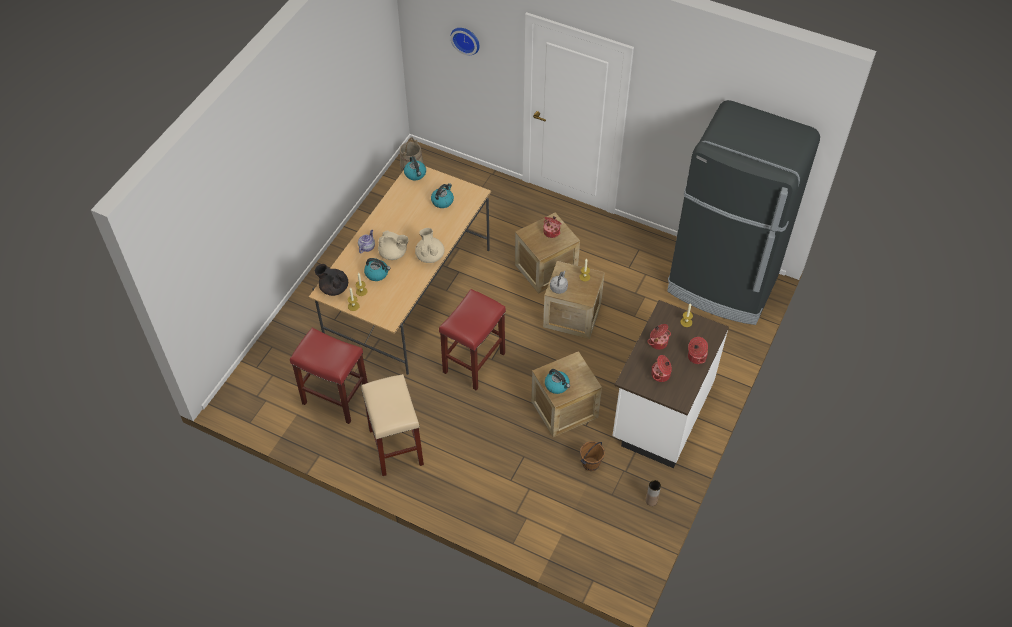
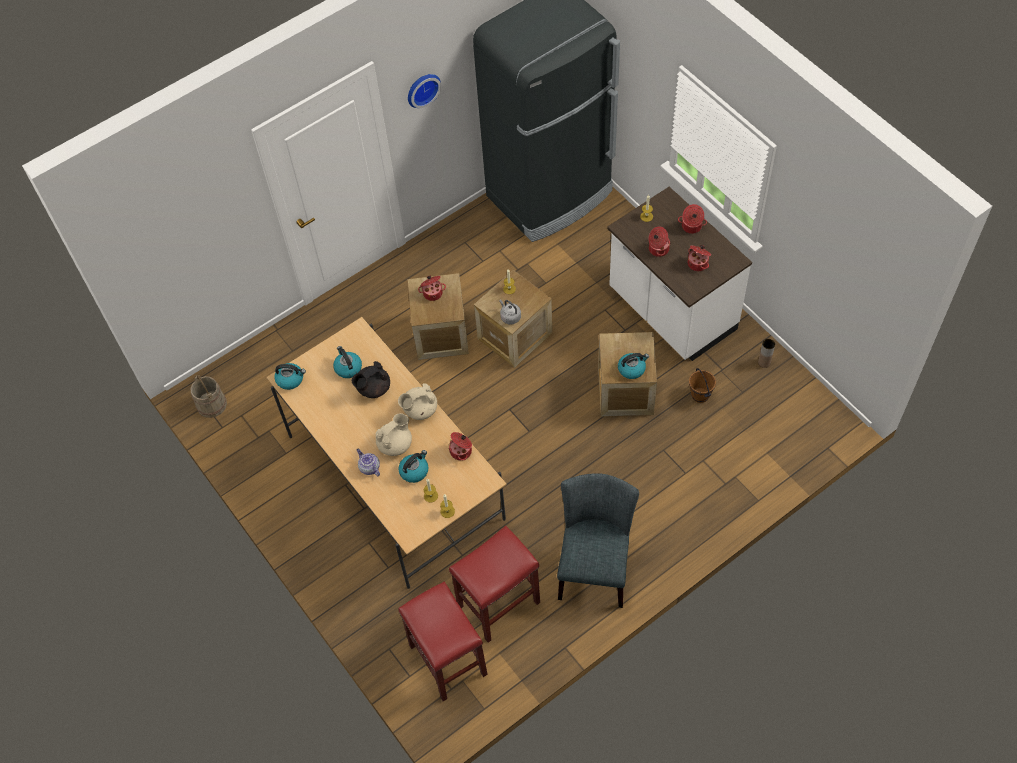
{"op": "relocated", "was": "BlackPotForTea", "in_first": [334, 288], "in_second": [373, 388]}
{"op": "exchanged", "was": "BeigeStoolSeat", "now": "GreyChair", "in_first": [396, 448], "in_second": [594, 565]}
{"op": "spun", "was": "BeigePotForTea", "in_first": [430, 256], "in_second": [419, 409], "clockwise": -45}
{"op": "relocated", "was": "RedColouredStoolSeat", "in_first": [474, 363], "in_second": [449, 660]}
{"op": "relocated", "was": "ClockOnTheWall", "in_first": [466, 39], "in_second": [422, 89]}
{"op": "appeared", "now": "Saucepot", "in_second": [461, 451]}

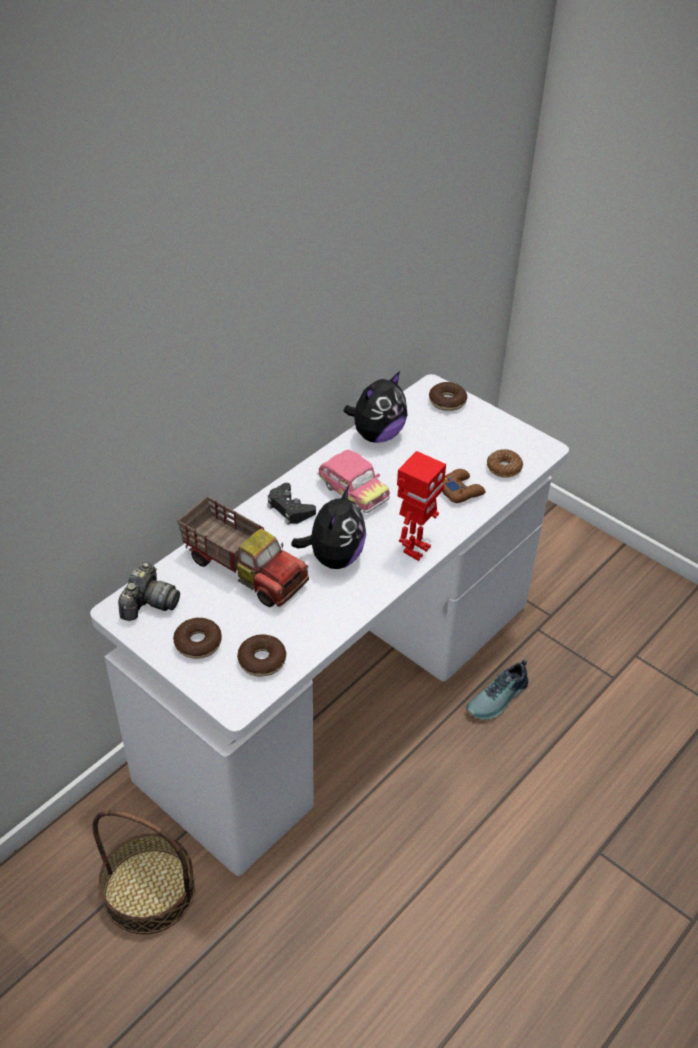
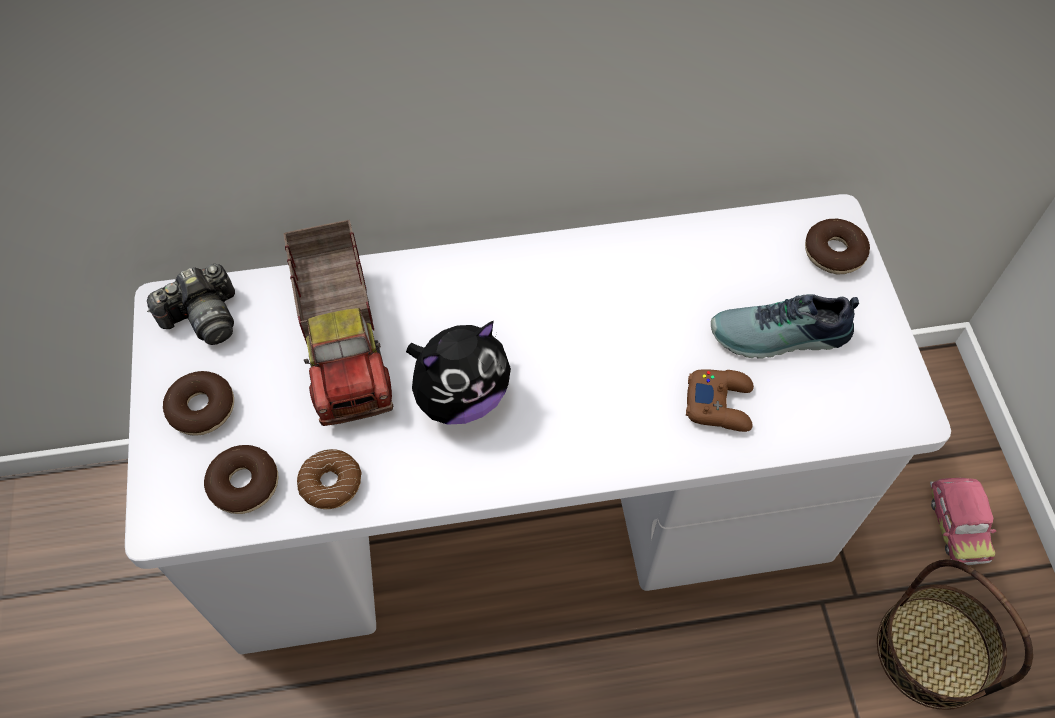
{"op": "relocated", "was": "StorageBasket", "in_first": [149, 890], "in_second": [933, 651]}
{"op": "missing", "was": "BlackGameController", "in_first": [290, 509]}
{"op": "relocated", "was": "ModelCar", "in_first": [352, 491], "in_second": [956, 525]}
{"op": "missing", "was": "CuddlyToy", "in_first": [377, 435]}
{"op": "missing", "was": "RobotFigure", "in_first": [415, 549]}
{"op": "relocated", "was": "ItemOfFootwear", "in_first": [499, 699], "in_second": [780, 337]}
{"op": "relocated", "was": "Doughnut", "in_first": [504, 468], "in_second": [331, 483]}

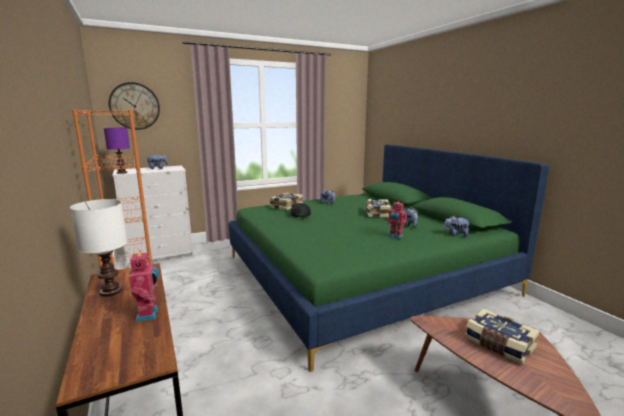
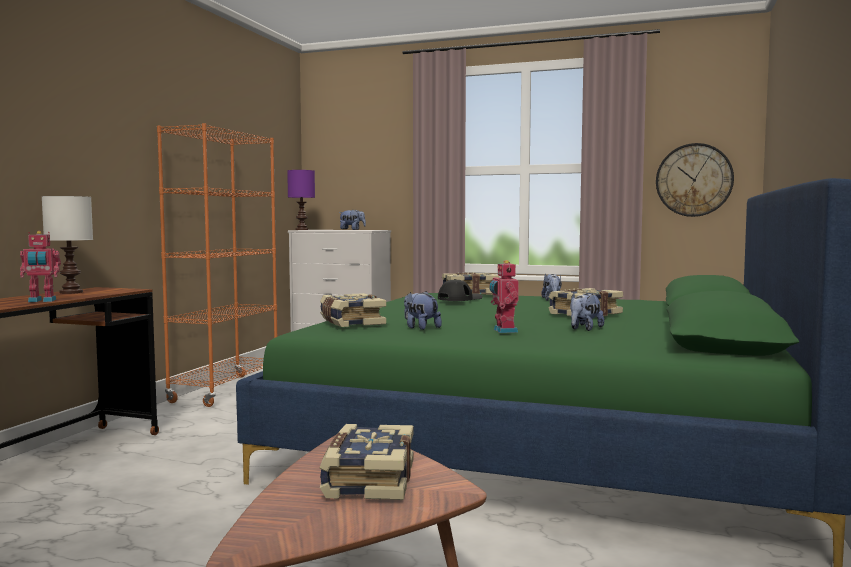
{"op": "relocated", "was": "ClockOnTheWall", "in_first": [134, 106], "in_second": [694, 180]}
{"op": "spun", "was": "RobotFigure", "in_first": [149, 314], "in_second": [42, 301], "clockwise": 45}
{"op": "relocated", "was": "CuddlyToy", "in_first": [455, 235], "in_second": [420, 328]}
{"op": "appeared", "now": "Volume", "in_second": [350, 322]}

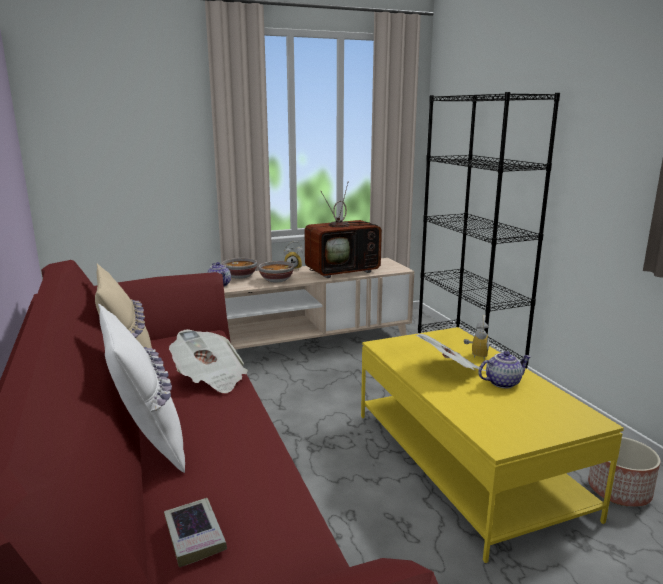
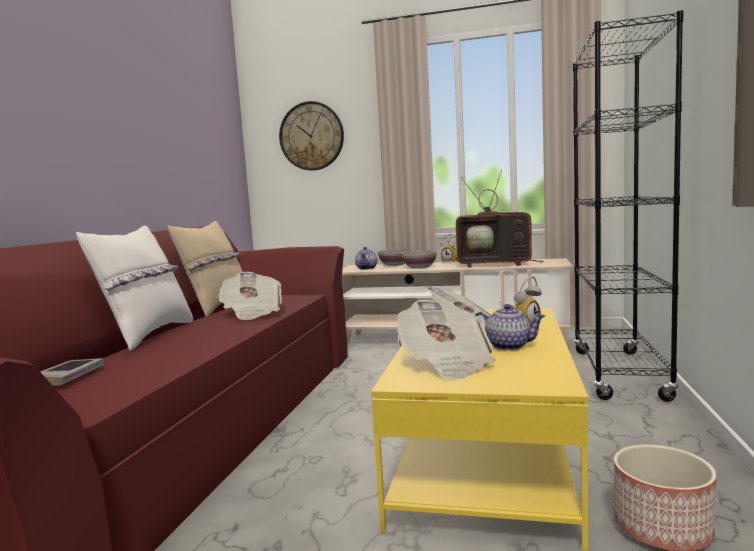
{"op": "appeared", "now": "ClockOnTheWall", "in_second": [311, 136]}
{"op": "appeared", "now": "Newspaper", "in_second": [446, 364]}

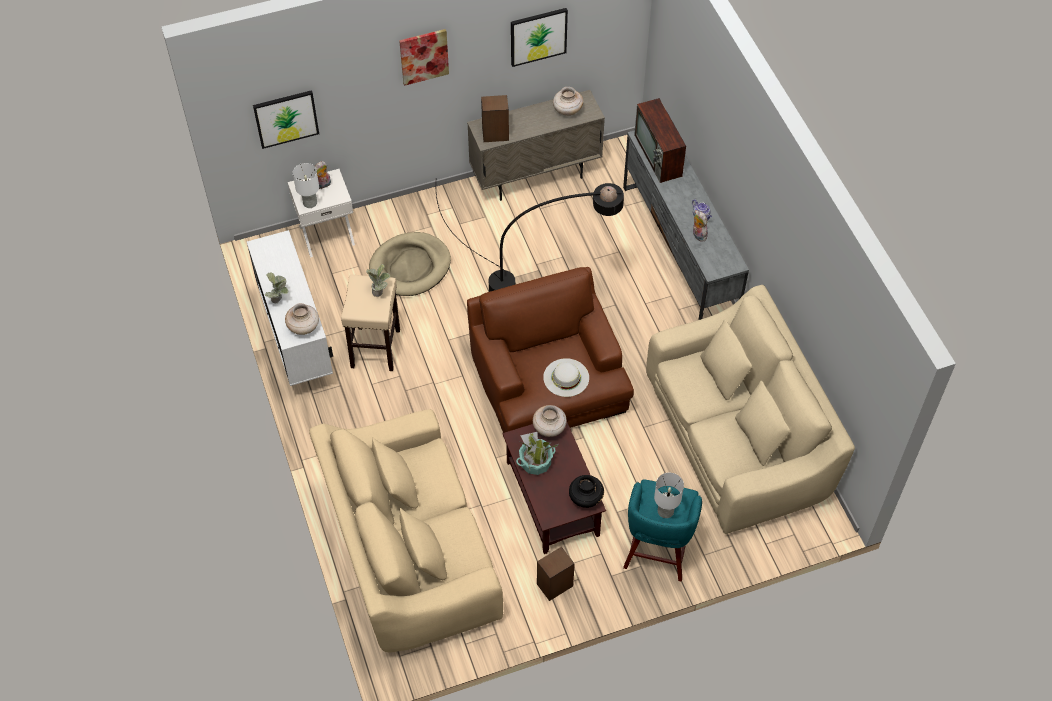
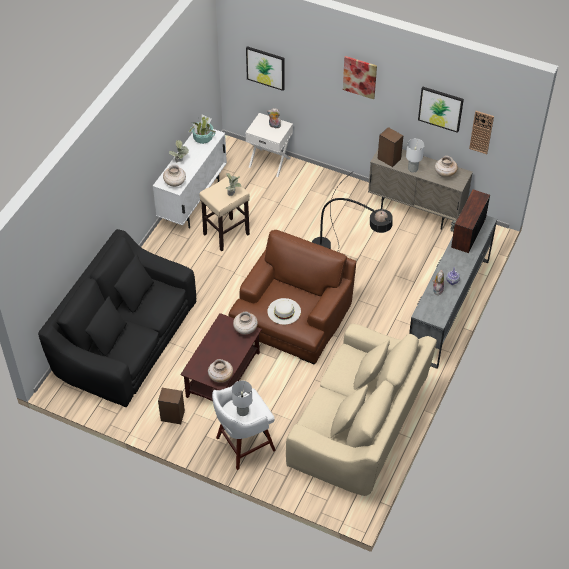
{"op": "relocated", "was": "WhiteColouredLampForATable", "in_first": [309, 203], "in_second": [412, 168]}
{"op": "colour", "was": "BeigeCouch", "now": "BlackCouch", "in_first": [410, 551], "in_second": [125, 341]}
{"op": "missing", "was": "BeigeDogCushion", "in_first": [410, 267]}
{"op": "relocated", "was": "PottedPlant", "in_first": [535, 462], "in_second": [203, 137]}
{"op": "colour", "was": "BlackDecorativeVase", "now": "BeigeDecorativeVase", "in_first": [585, 498], "in_second": [220, 377]}
{"op": "colour", "was": "BlueGreenStoolSeat", "now": "WhiteColouredStoolSeat", "in_first": [657, 551], "in_second": [243, 444]}
{"op": "appeared", "now": "ClockOnTheWall", "in_second": [481, 132]}

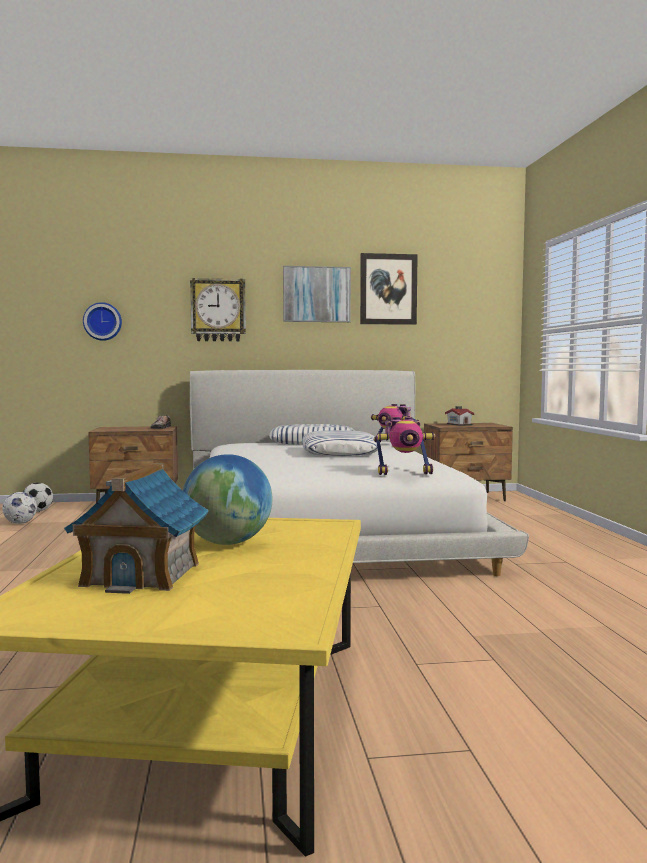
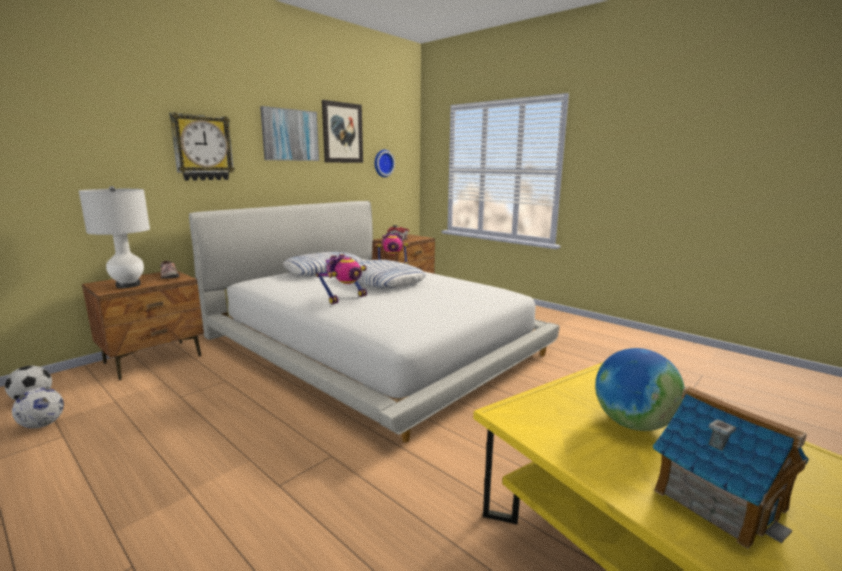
{"op": "relocated", "was": "ClockOnTheWall", "in_first": [103, 321], "in_second": [383, 163]}
{"op": "relocated", "was": "RobotFigure", "in_first": [404, 473], "in_second": [345, 298]}
{"op": "appeared", "now": "WhiteColouredLampForATable", "in_second": [128, 285]}

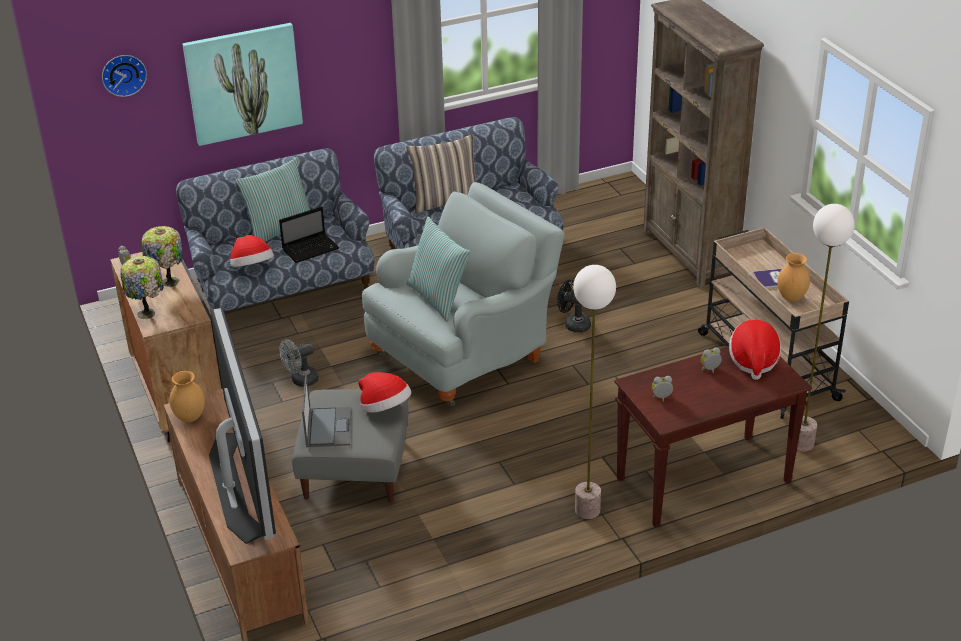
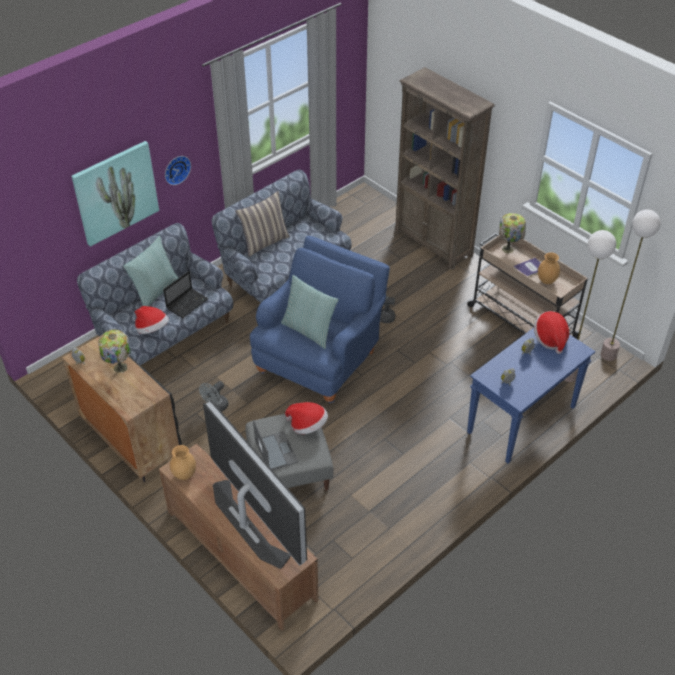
{"op": "relocated", "was": "ClockOnTheWall", "in_first": [123, 74], "in_second": [176, 169]}
{"op": "relocated", "was": "LampForATable", "in_first": [148, 314], "in_second": [508, 249]}
{"op": "colour", "was": "GreyArmchair", "now": "BlueArmchair", "in_first": [464, 354], "in_second": [320, 358]}
{"op": "relocated", "was": "FloorLamp", "in_first": [587, 510], "in_second": [608, 355]}
{"op": "colour", "was": "BrownConsoleTable", "now": "BlueConsoleTable", "in_first": [702, 482], "in_second": [521, 421]}

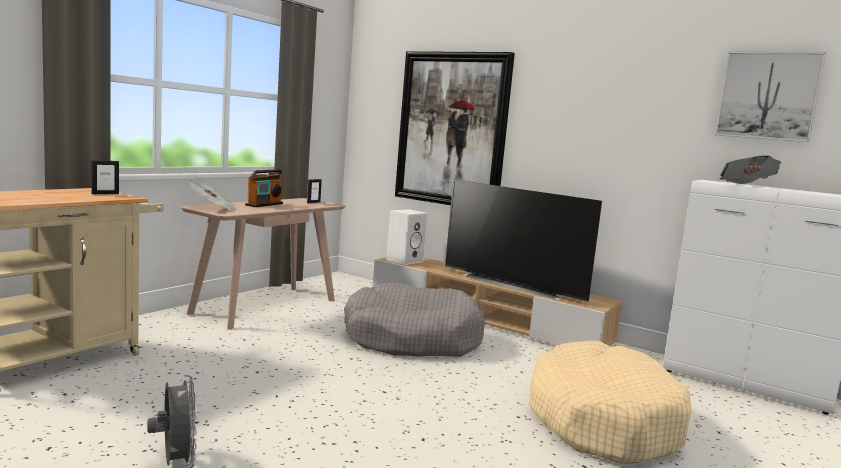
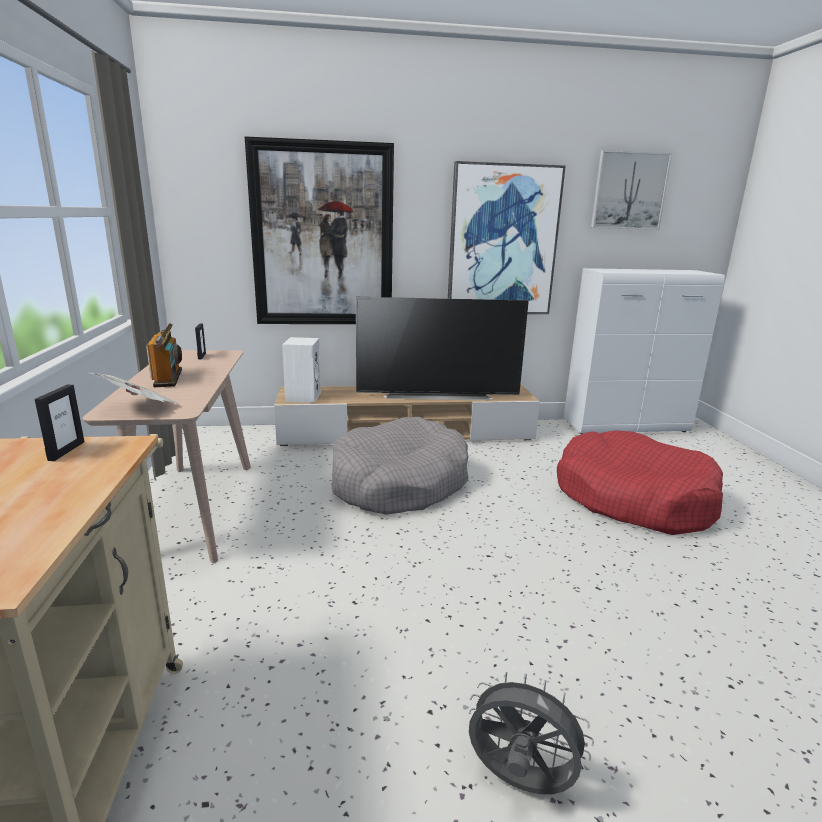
{"op": "colour", "was": "BeigeDogCushion", "now": "RedColouredDogCushion", "in_first": [602, 420], "in_second": [633, 498]}
{"op": "missing", "was": "Newspaper", "in_first": [746, 185]}
{"op": "appeared", "now": "WallPicture", "in_second": [502, 241]}

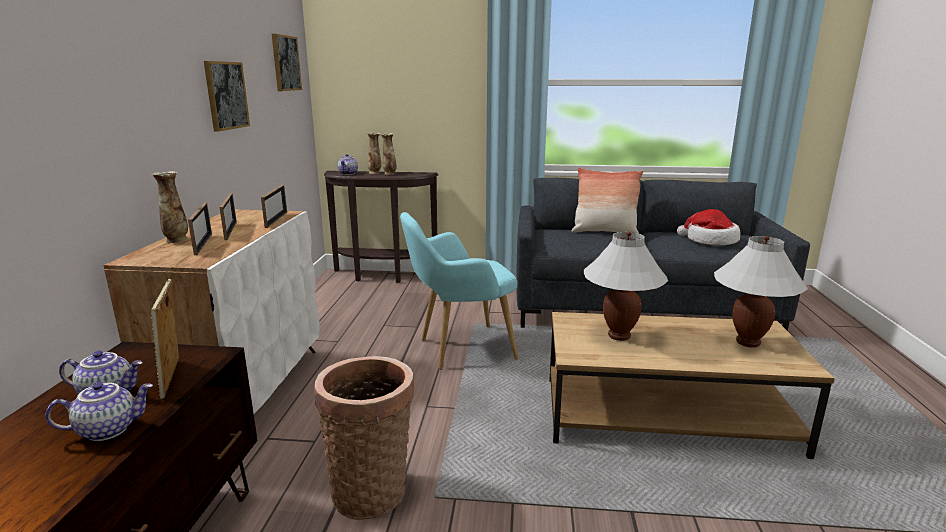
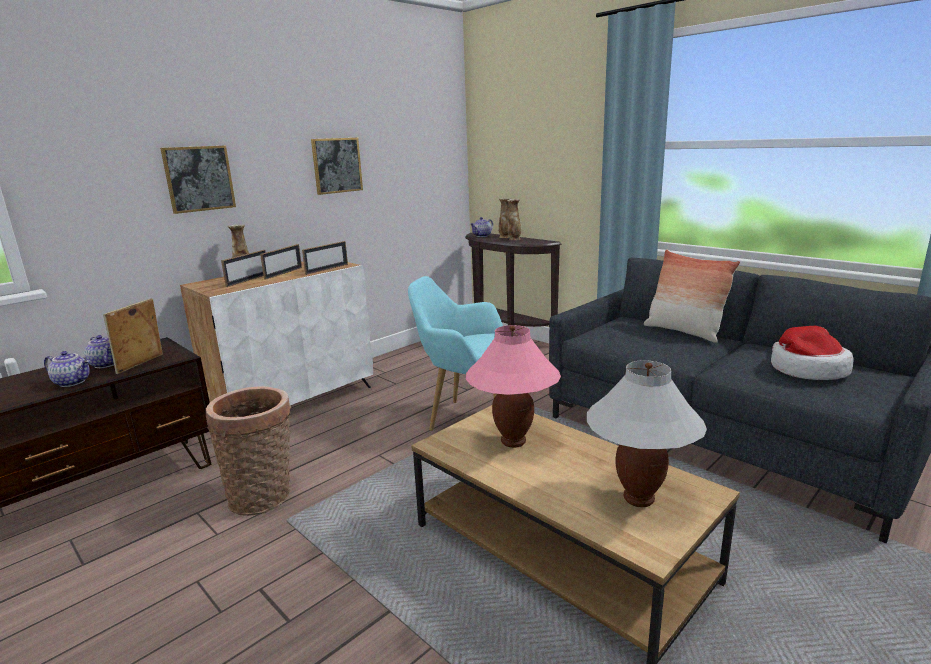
{"op": "relocated", "was": "WallPicture", "in_first": [285, 63], "in_second": [199, 178]}
{"op": "colour", "was": "WhiteColouredLampForATable", "now": "PinkishLampForATable", "in_first": [619, 336], "in_second": [513, 441]}

